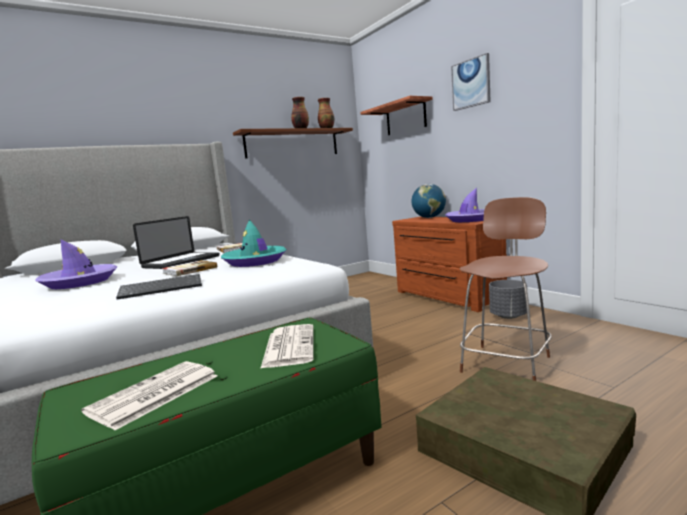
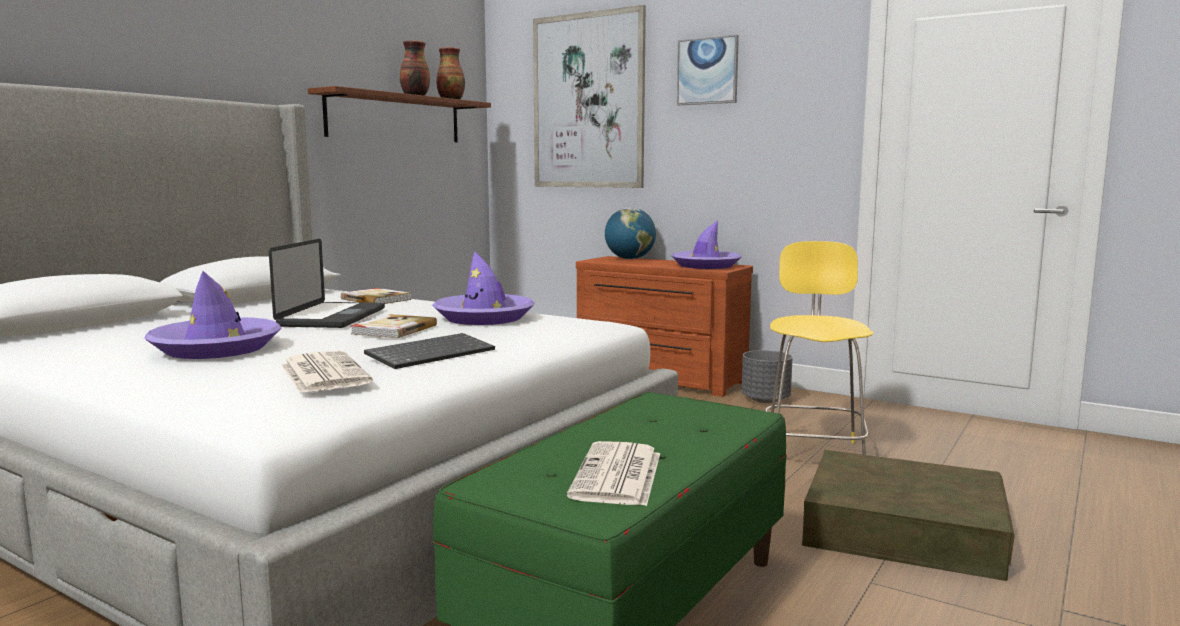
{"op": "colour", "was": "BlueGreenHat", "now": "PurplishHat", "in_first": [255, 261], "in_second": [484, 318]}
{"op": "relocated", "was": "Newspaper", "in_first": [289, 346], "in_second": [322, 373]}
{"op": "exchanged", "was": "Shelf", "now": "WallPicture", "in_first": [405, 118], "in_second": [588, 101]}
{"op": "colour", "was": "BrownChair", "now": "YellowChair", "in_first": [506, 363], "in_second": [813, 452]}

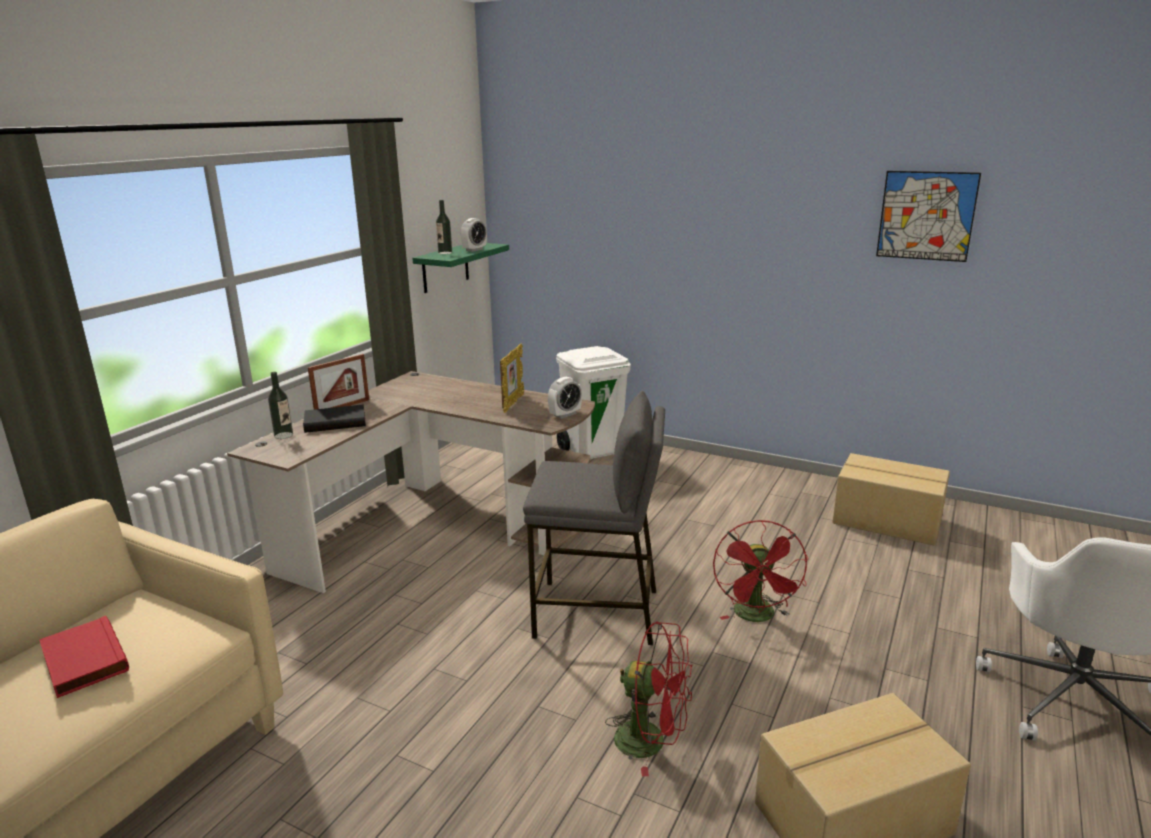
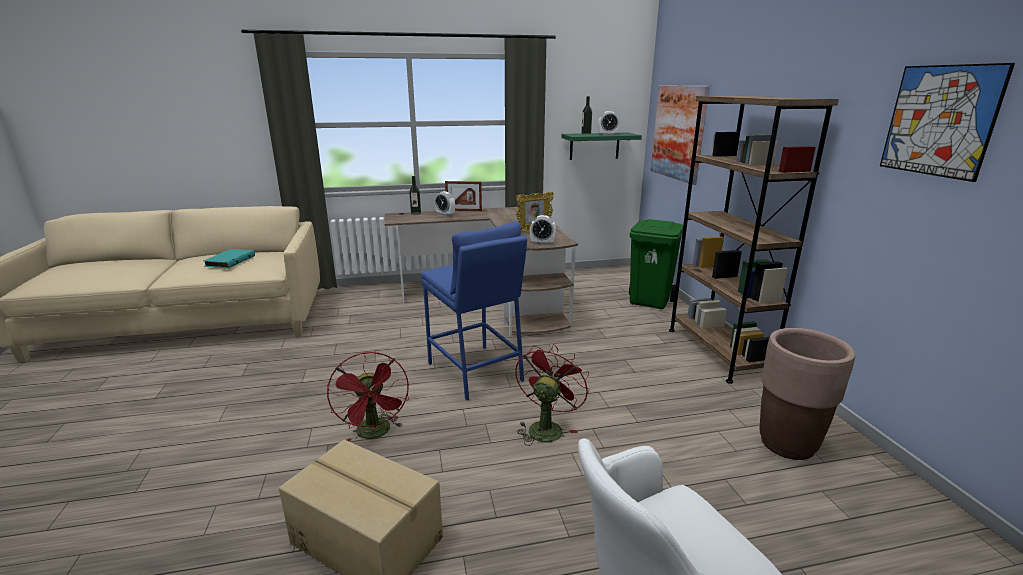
{"op": "colour", "was": "RedColouredVolume", "now": "BlueGreenVolume", "in_first": [82, 661], "in_second": [229, 261]}
{"op": "exchanged", "was": "BlackVolume", "now": "BedsideClock", "in_first": [335, 422], "in_second": [445, 214]}
{"op": "colour", "was": "GreyStoolSeat", "now": "BlueStoolSeat", "in_first": [597, 613], "in_second": [475, 372]}
{"op": "colour", "was": "WhiteColouredTrashCan", "now": "GreenColouredTrashCan", "in_first": [593, 450], "in_second": [650, 301]}
{"op": "spun", "was": "RedColouredFan", "in_first": [757, 617], "in_second": [546, 427], "clockwise": 150}
{"op": "exchanged", "was": "Carton", "now": "BrownPlanter", "in_first": [887, 521], "in_second": [787, 444]}
{"op": "appeared", "now": "WallPicture", "in_second": [678, 132]}
{"op": "appeared", "now": "BrownBookcase", "in_second": [717, 351]}

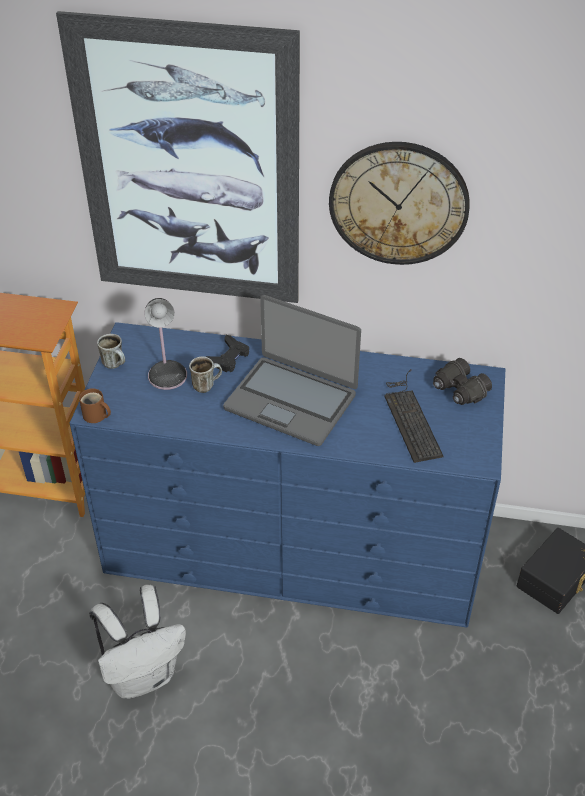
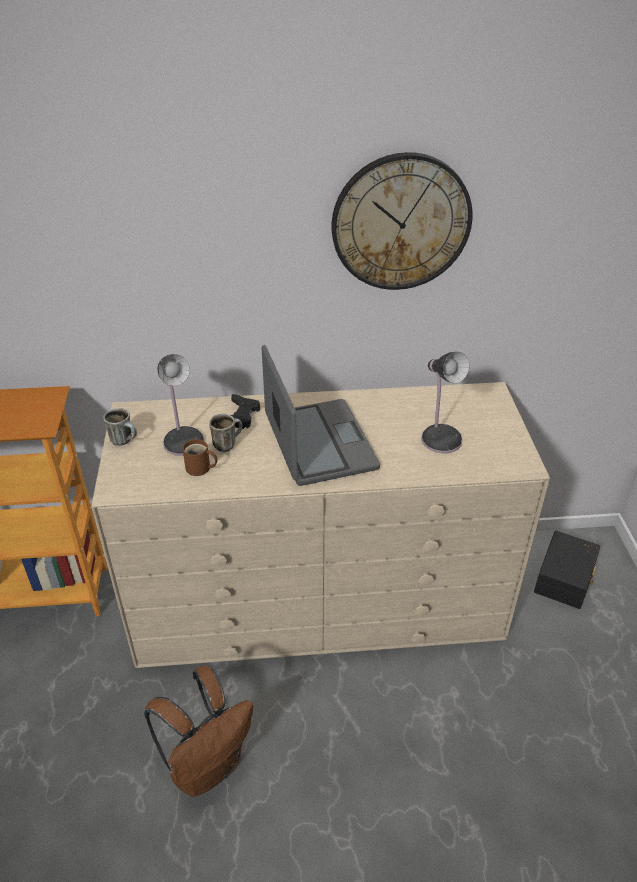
{"op": "missing", "was": "WallPicture", "in_first": [189, 169]}
{"op": "colour", "was": "BlueDrawerChest", "now": "BeigeDrawerChest", "in_first": [293, 546], "in_second": [318, 599]}
{"op": "relocated", "was": "BrownCoffeeMug", "in_first": [96, 416], "in_second": [200, 468]}
{"op": "colour", "was": "WhiteColouredBackpack", "now": "BrownBackpack", "in_first": [143, 675], "in_second": [207, 765]}
{"op": "spun", "was": "NotebookComputer", "in_first": [291, 400], "in_second": [318, 443], "clockwise": -120}
{"op": "exchanged", "was": "Keyboard", "now": "LampForATable", "in_first": [410, 417], "in_second": [440, 438]}
{"op": "missing", "was": "BlackBinoculars", "in_first": [459, 391]}

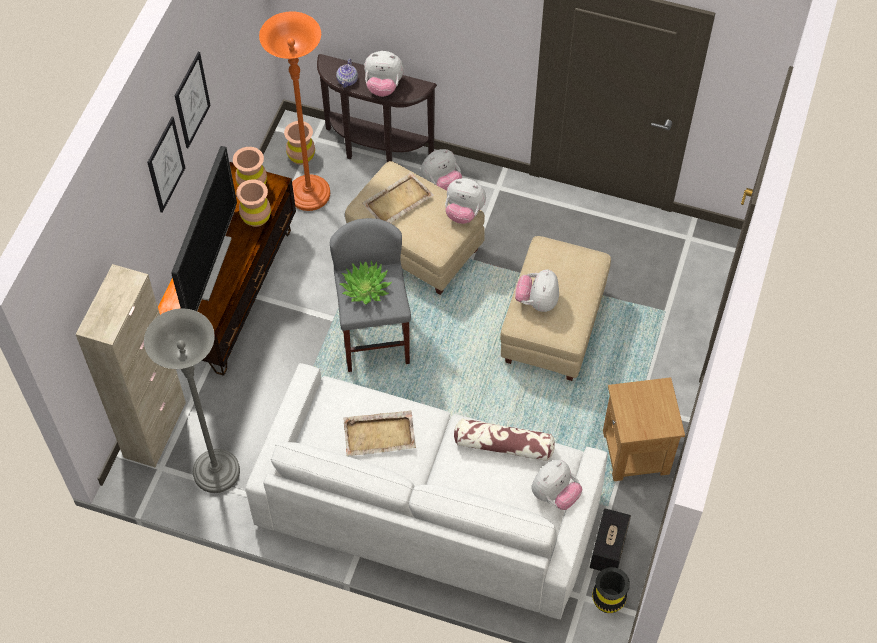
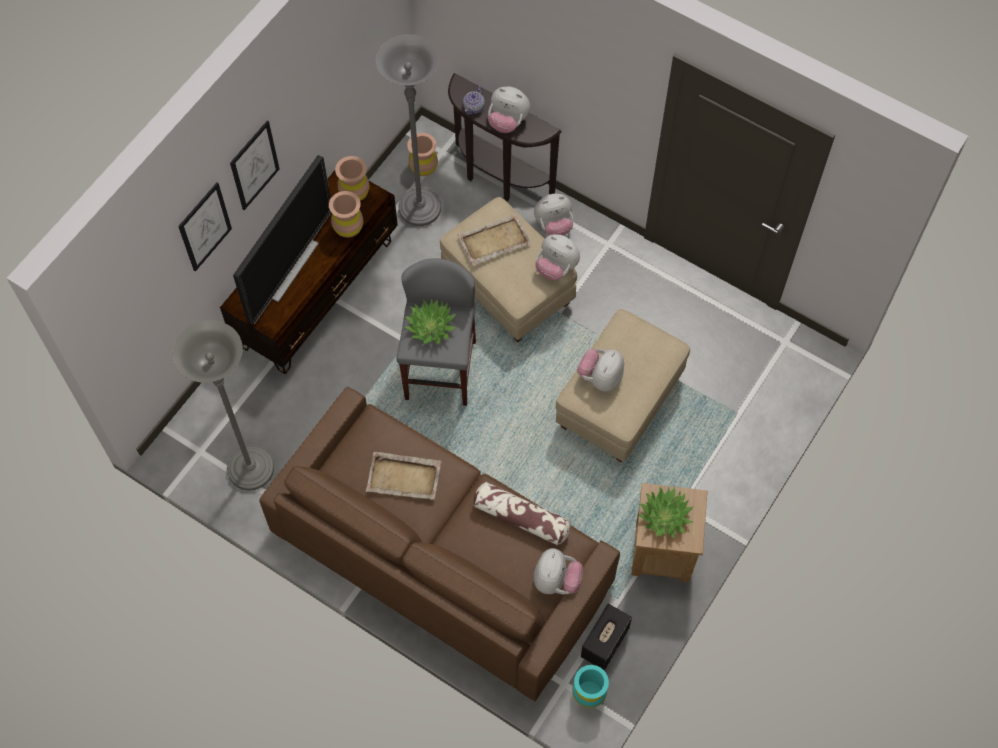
{"op": "missing", "was": "BeigeCabinet", "in_first": [155, 430]}
{"op": "relocated", "was": "WallPicture", "in_first": [192, 100], "in_second": [205, 227]}
{"op": "colour", "was": "WhiteColouredCouch", "now": "BrownCouch", "in_first": [428, 509], "in_second": [441, 557]}
{"op": "colour", "was": "OrangeFloorLamp", "now": "GreyFloorLamp", "in_first": [309, 194], "in_second": [420, 208]}
{"op": "spun", "was": "CuddlyToy", "in_first": [554, 494], "in_second": [556, 580], "clockwise": -45}
{"op": "colour", "was": "BlackDecorativeVase", "now": "BlueGreenDecorativeVase", "in_first": [608, 600], "in_second": [588, 694]}
{"op": "appeared", "now": "PottedPlant", "in_second": [665, 516]}

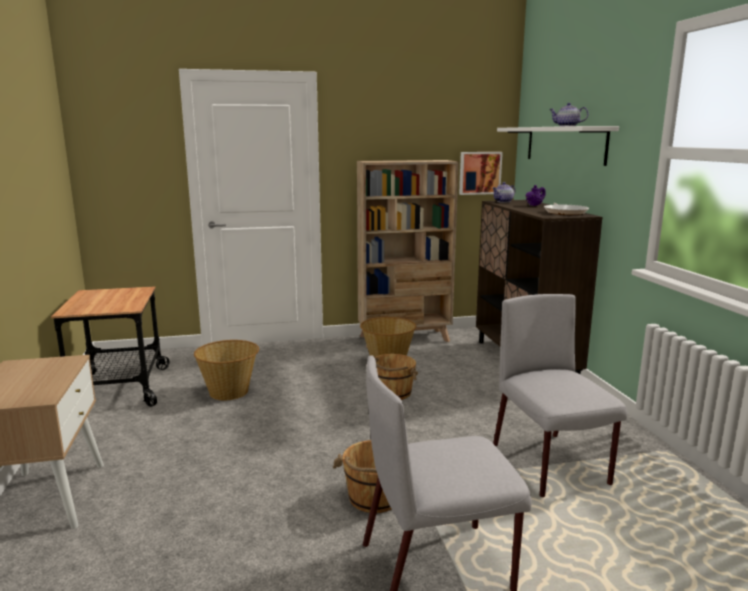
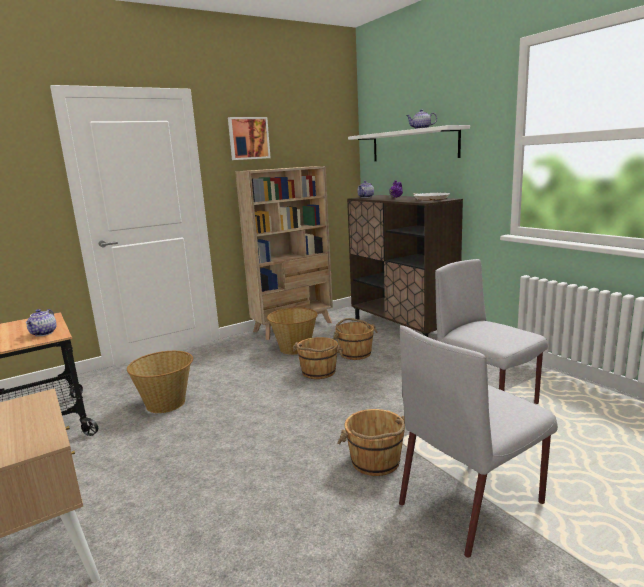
{"op": "relocated", "was": "WallPicture", "in_first": [479, 173], "in_second": [248, 138]}
{"op": "appeared", "now": "PotForTea", "in_second": [44, 333]}
{"op": "appeared", "now": "BrownWaterBucket", "in_second": [355, 353]}

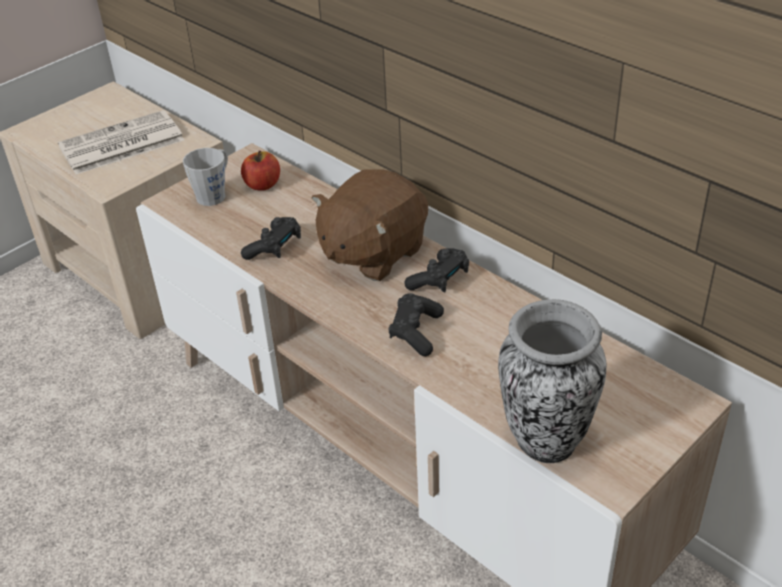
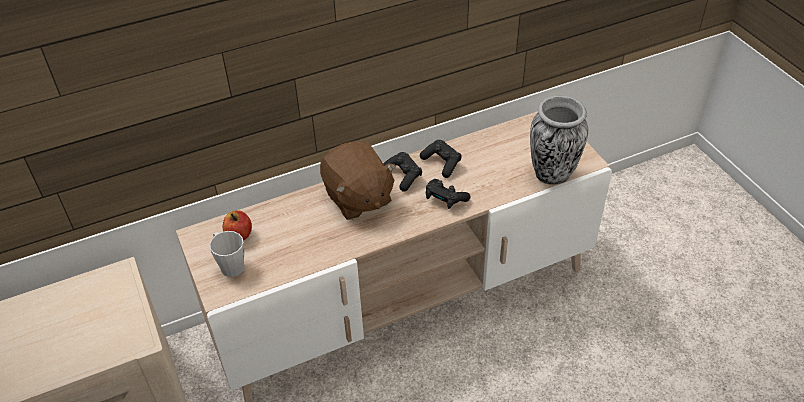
{"op": "missing", "was": "Newspaper", "in_first": [120, 144]}
{"op": "relocated", "was": "BlackGameController", "in_first": [274, 248], "in_second": [442, 163]}

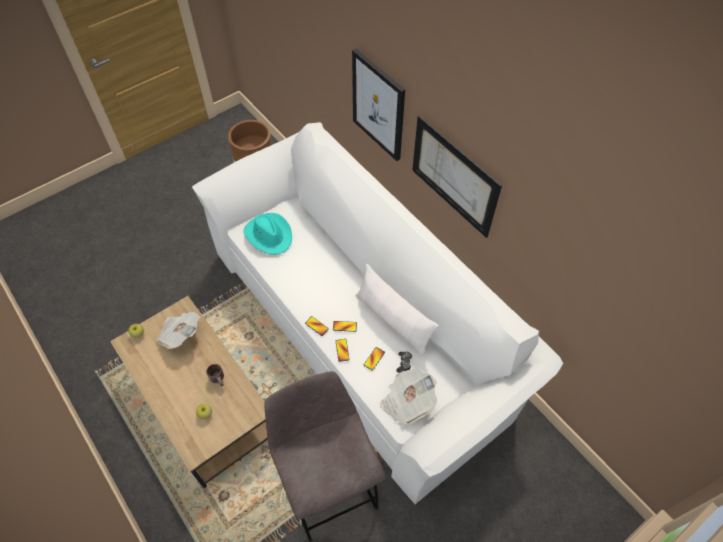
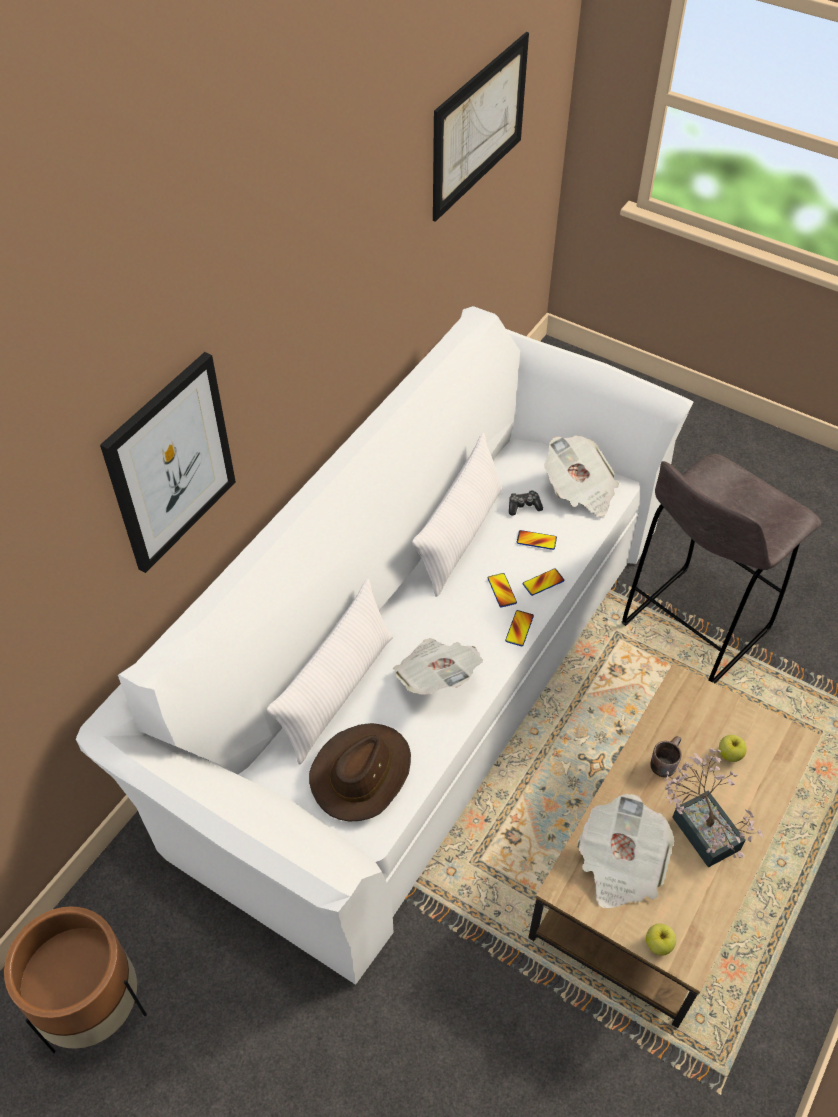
{"op": "colour", "was": "BlueGreenHat", "now": "BrownHat", "in_first": [269, 235], "in_second": [361, 773]}
{"op": "relocated", "was": "WallPicture", "in_first": [454, 176], "in_second": [479, 126]}
{"op": "appeared", "now": "WhiteColouredThrowPillow", "in_second": [337, 692]}
{"op": "appeared", "now": "Newspaper", "in_second": [436, 677]}
{"op": "appeared", "now": "PottedPlant", "in_second": [701, 826]}

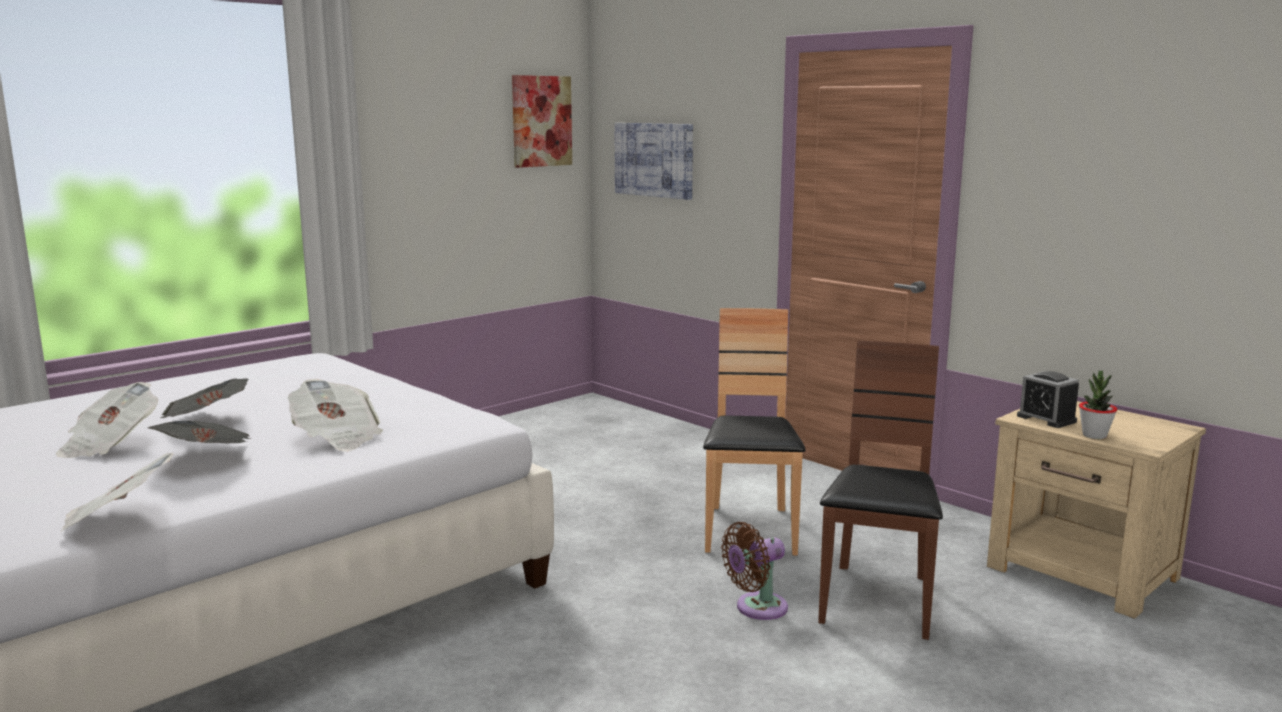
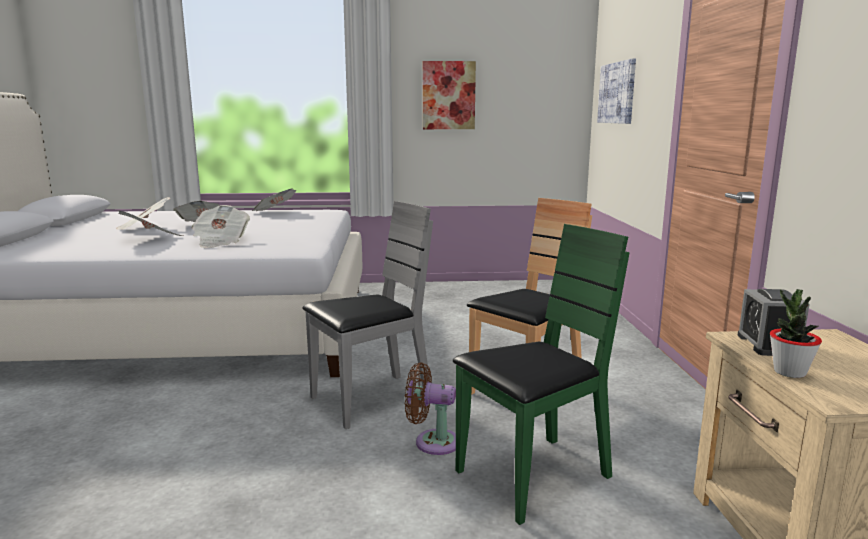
{"op": "relocated", "was": "Newspaper", "in_first": [118, 519], "in_second": [274, 212]}
{"op": "relocated", "was": "WallPicture", "in_first": [541, 121], "in_second": [448, 95]}
{"op": "colour", "was": "BrownChair", "now": "GreenColouredChair", "in_first": [877, 601], "in_second": [533, 476]}
{"op": "appeared", "now": "GreyChair", "in_second": [370, 399]}

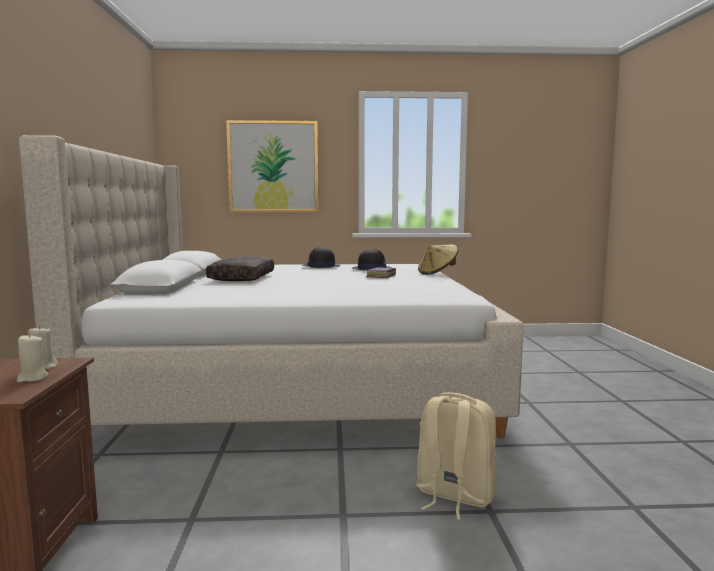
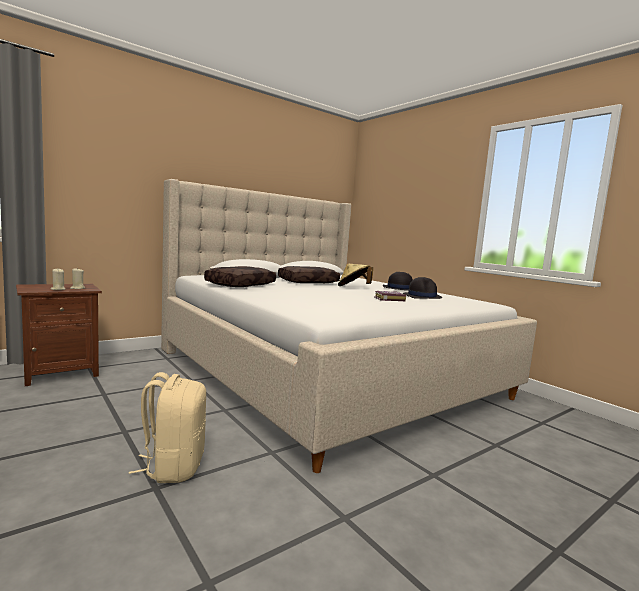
{"op": "missing", "was": "WallPicture", "in_first": [273, 167]}
{"op": "relocated", "was": "BeigeHat", "in_first": [437, 273], "in_second": [353, 287]}
{"op": "appeared", "now": "BrownThrowPillow", "in_second": [240, 284]}

